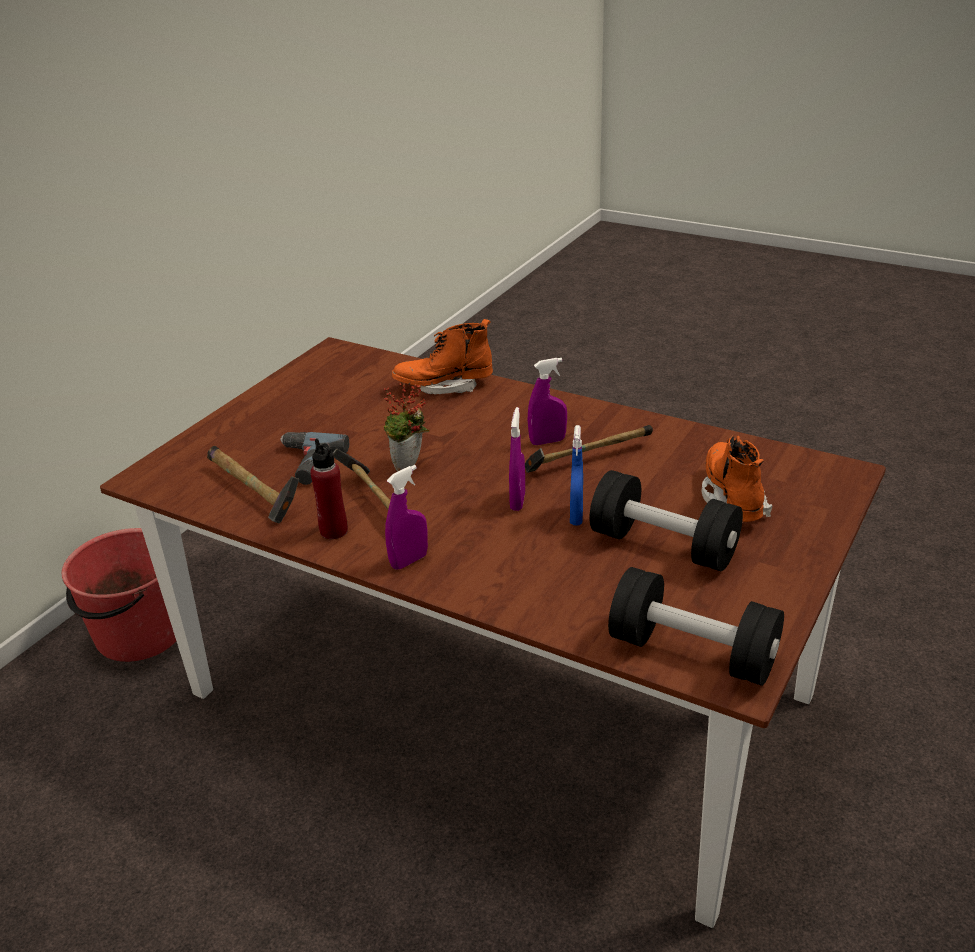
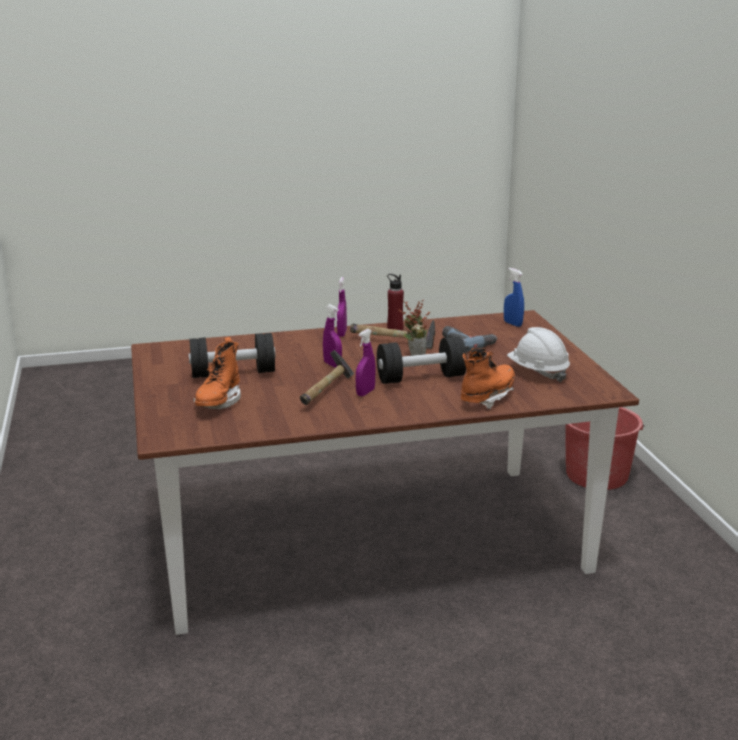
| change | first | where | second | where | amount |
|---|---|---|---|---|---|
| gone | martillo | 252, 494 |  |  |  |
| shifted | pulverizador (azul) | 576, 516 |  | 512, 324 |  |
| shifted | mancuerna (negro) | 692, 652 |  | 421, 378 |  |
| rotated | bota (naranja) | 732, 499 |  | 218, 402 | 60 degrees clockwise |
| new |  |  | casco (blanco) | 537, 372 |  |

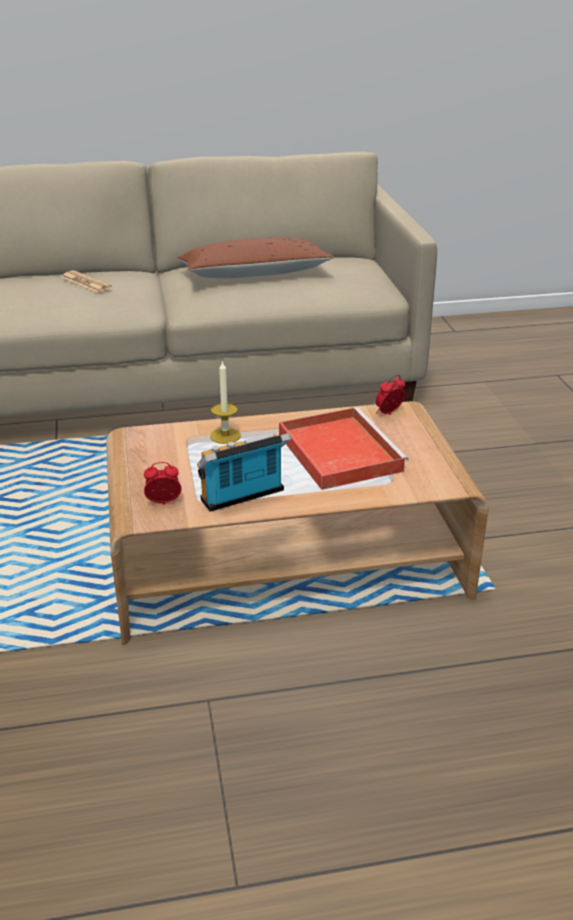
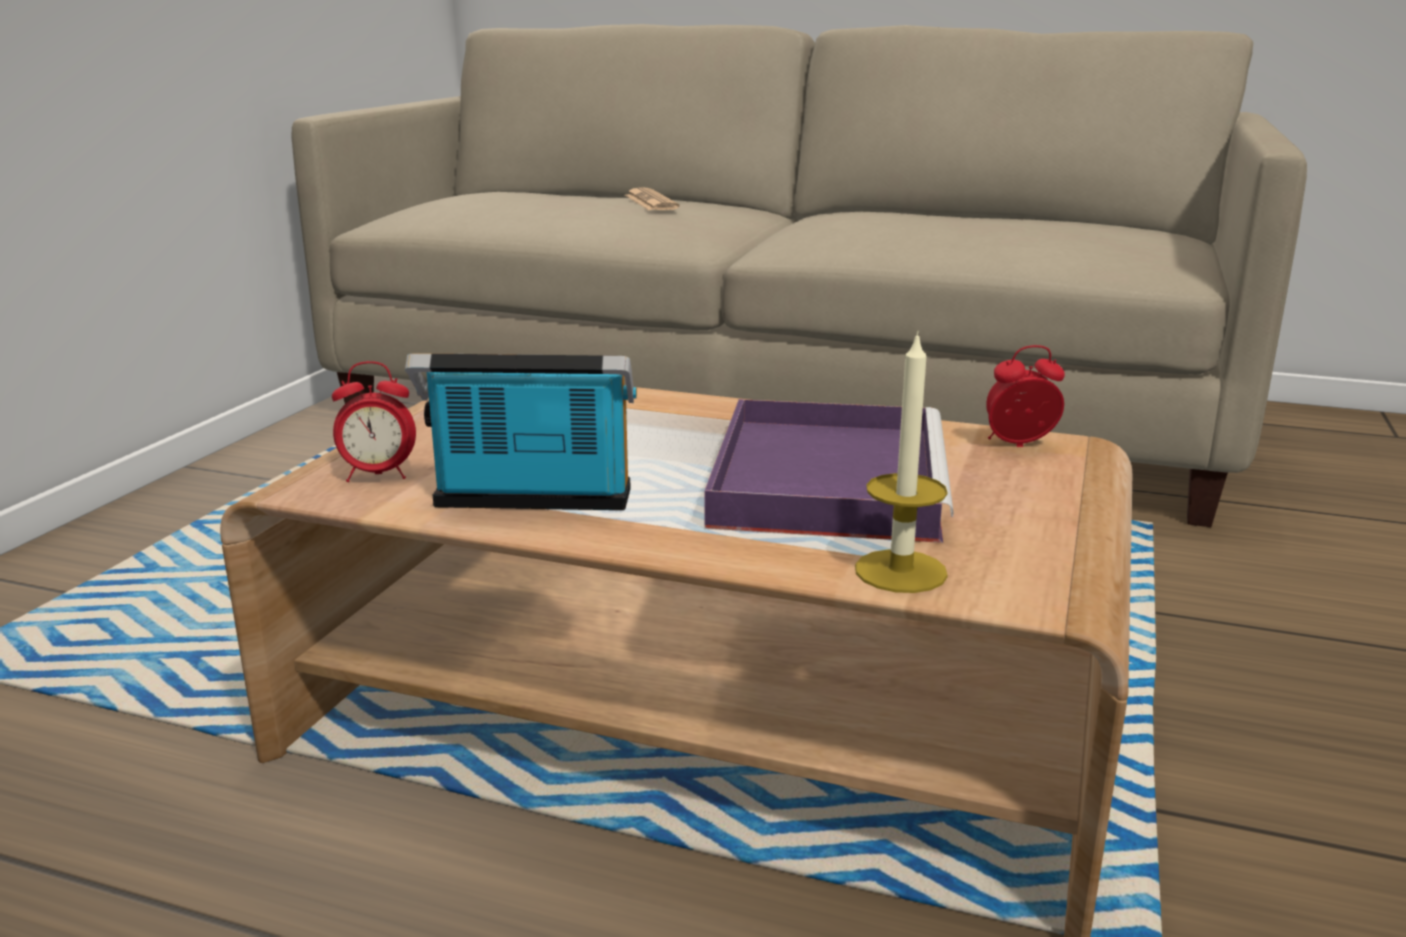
| change | first | where | second | where | amount |
|---|---|---|---|---|---|
| rotated | despertador | 163, 503 |  | 378, 475 | 150 degrees clockwise |
| gone | cojín (marrón) | 254, 274 |  |  |  |
| shifted | vela | 225, 436 |  | 900, 571 |  |
| repainted | bandeja (rojo) | 338, 451 | bandeja (morado) | 826, 477 |  |

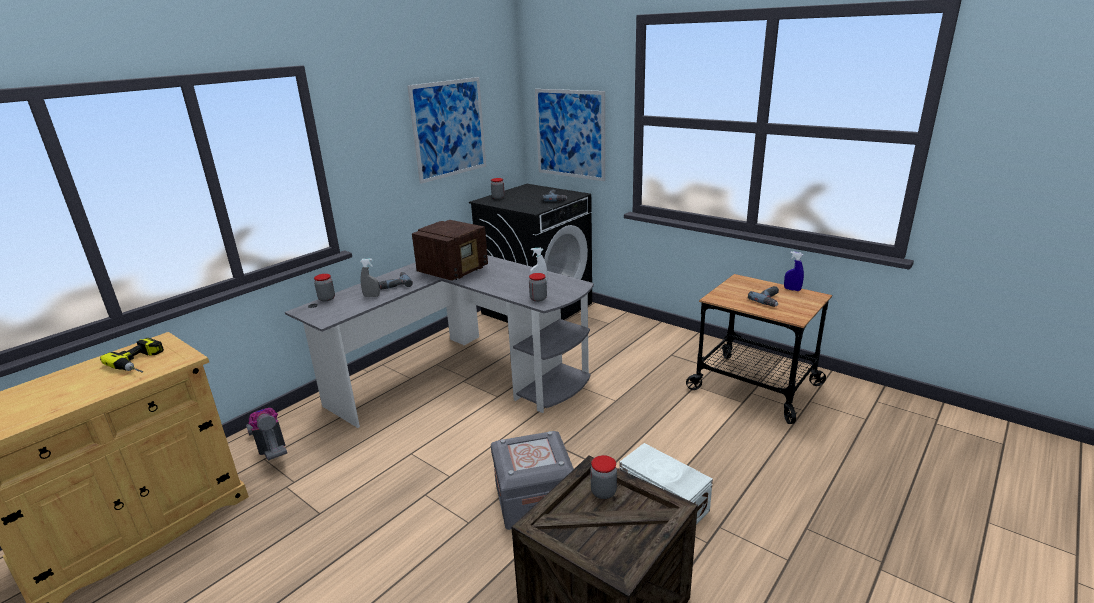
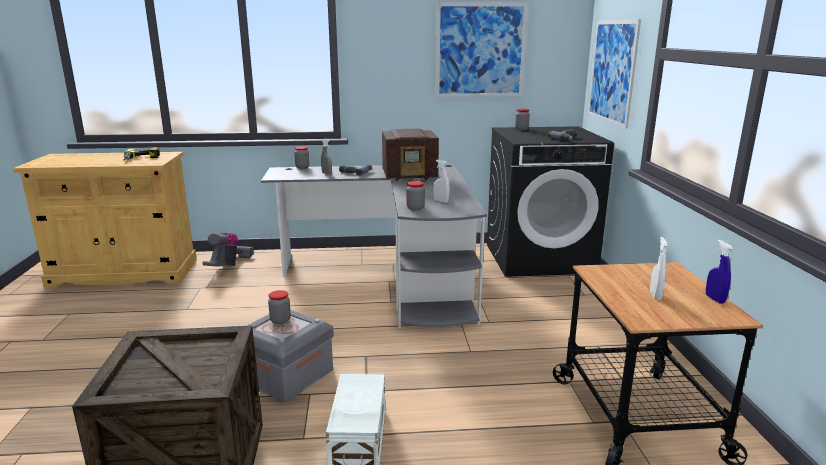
| change | first | where | second | where | amount |
|---|---|---|---|---|---|
| shifted | tarro | 603, 492 |  | 280, 320 |  |
| swapped | taladro | 770, 300 | pulverizador (blanco) | 655, 295 |  |

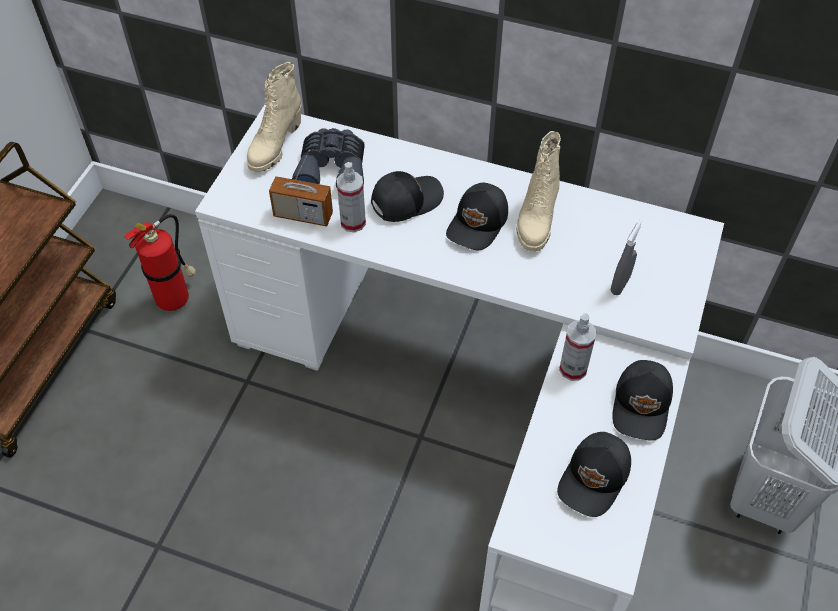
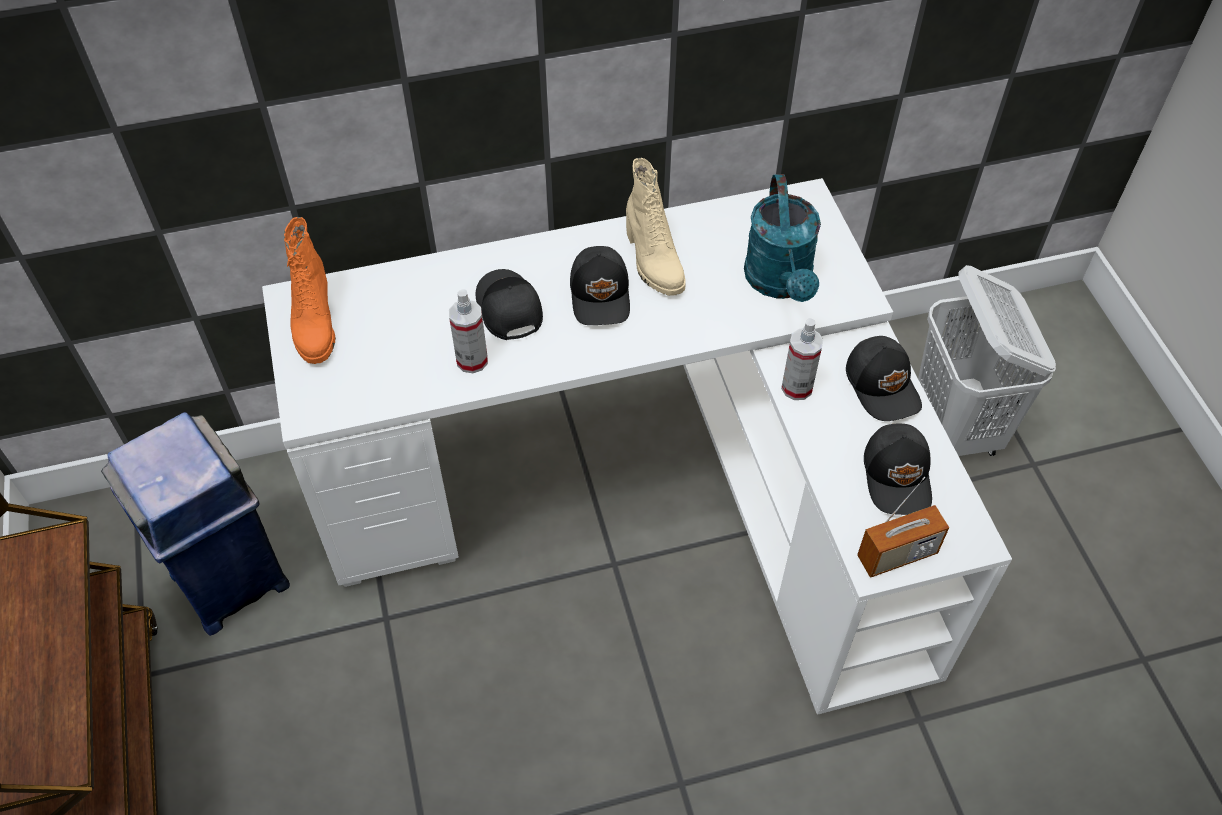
| change | first | where | second | where | amount |
|---|---|---|---|---|---|
| swapped | extintor | 176, 298 | papelera (azul) | 229, 577 |  |
| repainted | bota (beis) | 275, 145 | bota (naranja) | 314, 324 |  |
| shifted | radio | 303, 215 |  | 897, 555 |  |
| gone | prismáticos (gris) | 332, 168 |  |  |  |
| rotated | gorra (negro) | 405, 200 |  | 507, 309 | 45 degrees counterclockwise |
| swapped | pulverizador (gris) | 620, 284 | regadera (turquesa) | 780, 283 |  |

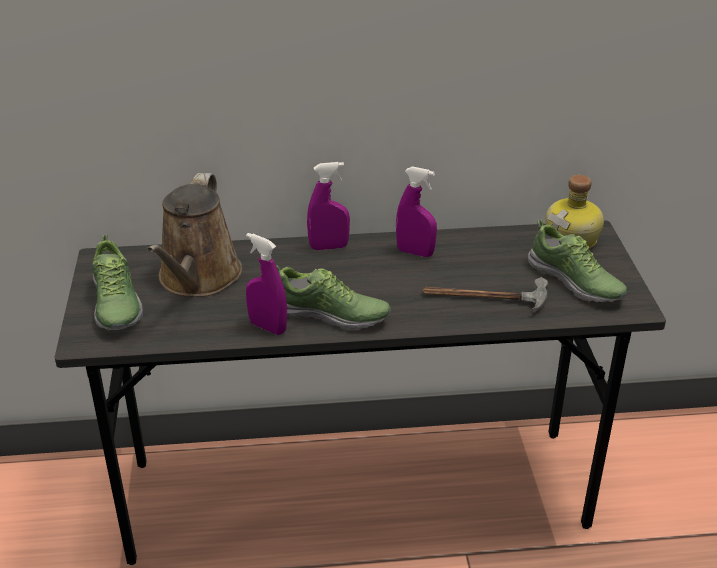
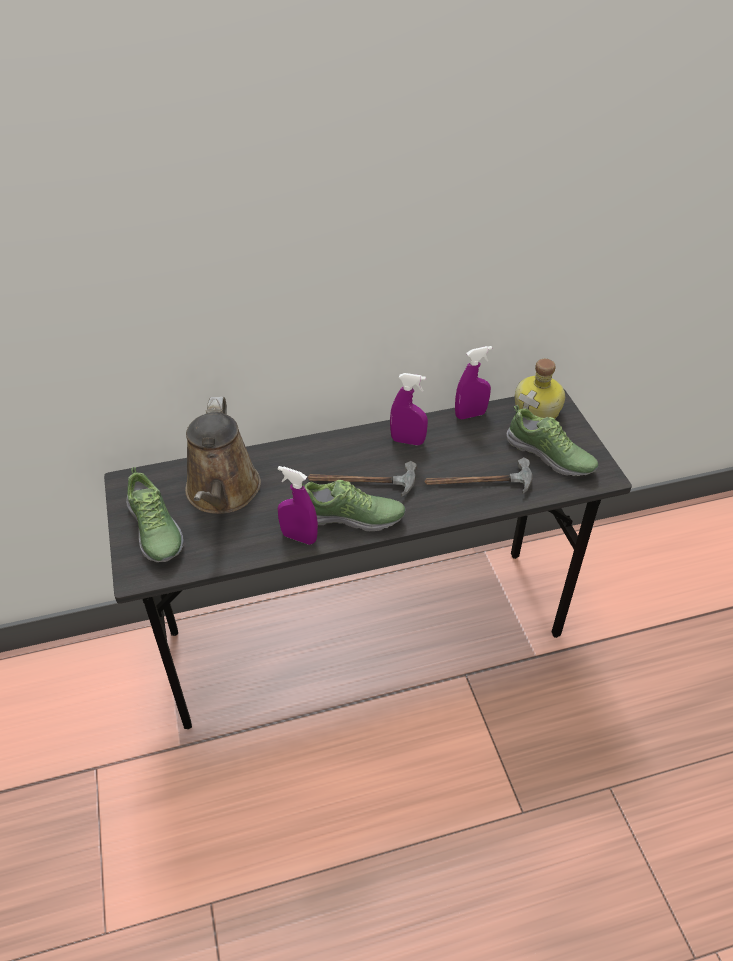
| change | first | where | second | where | amount |
|---|---|---|---|---|---|
| shifted | pulverizador (morado) | 329, 247 |  | 470, 415 |  |
| new |  |  | martillo | 361, 482 |  |

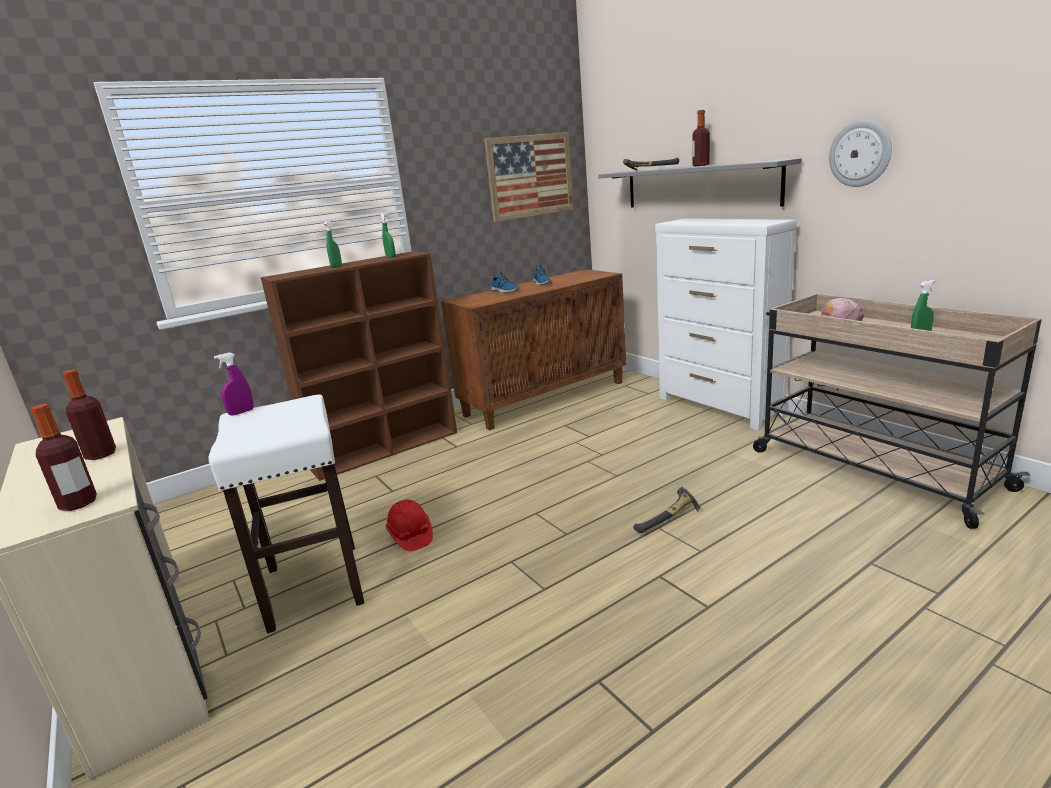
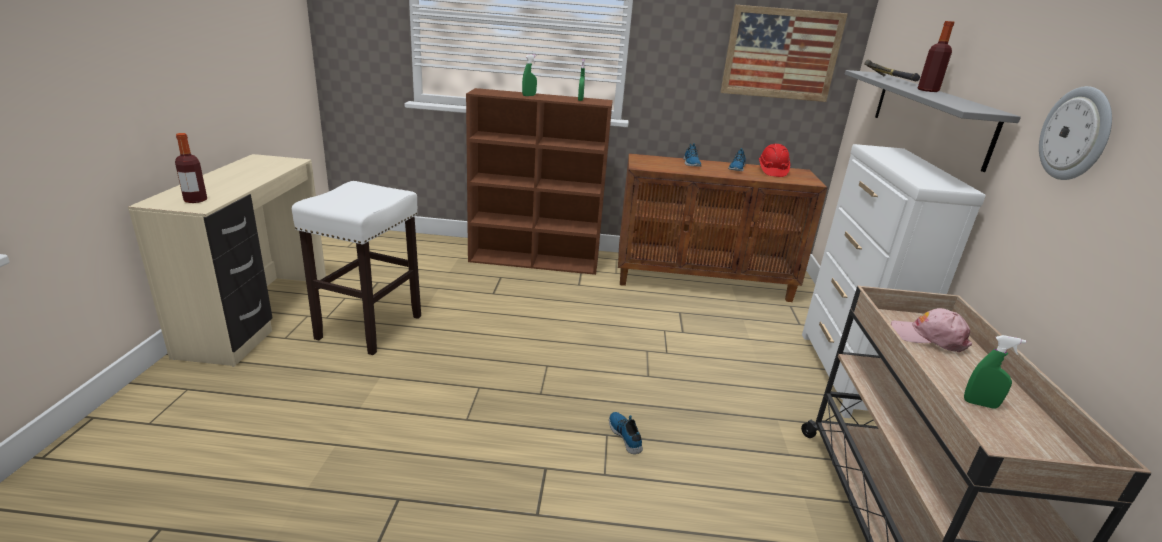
| change | first | where | second | where | amount |
|---|---|---|---|---|---|
| gone | botella | 101, 455 |  |  |  |
| gone | pulverizador (morado) | 241, 412 |  |  |  |
| shifted | casco (rojo) | 410, 536 |  | 772, 171 |  |
| swapped | martillo | 669, 519 | zapato | 626, 435 |  |

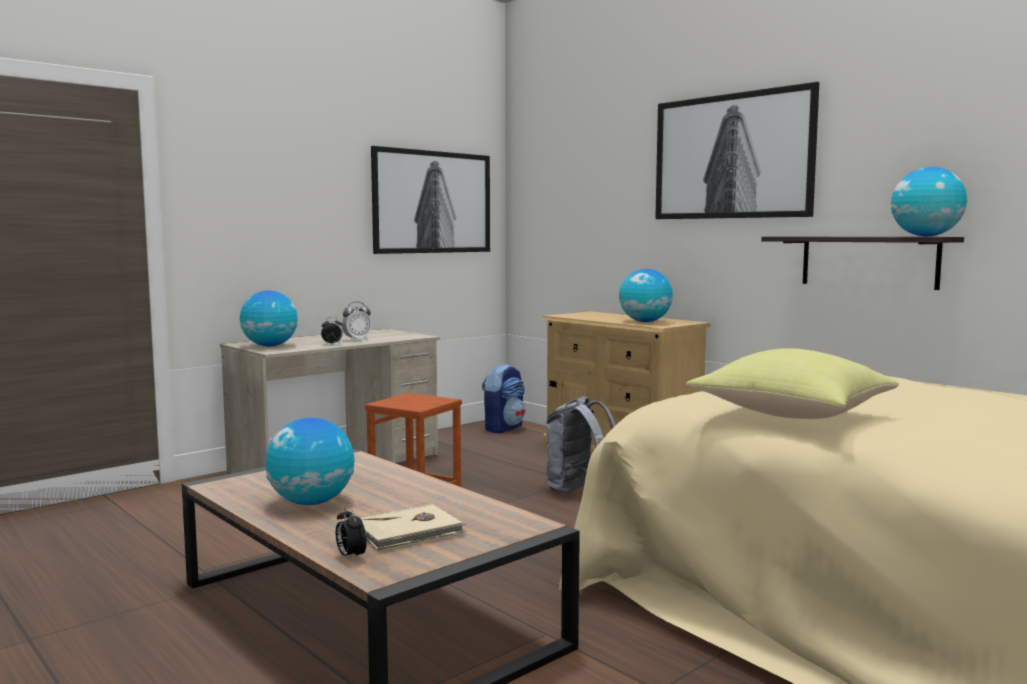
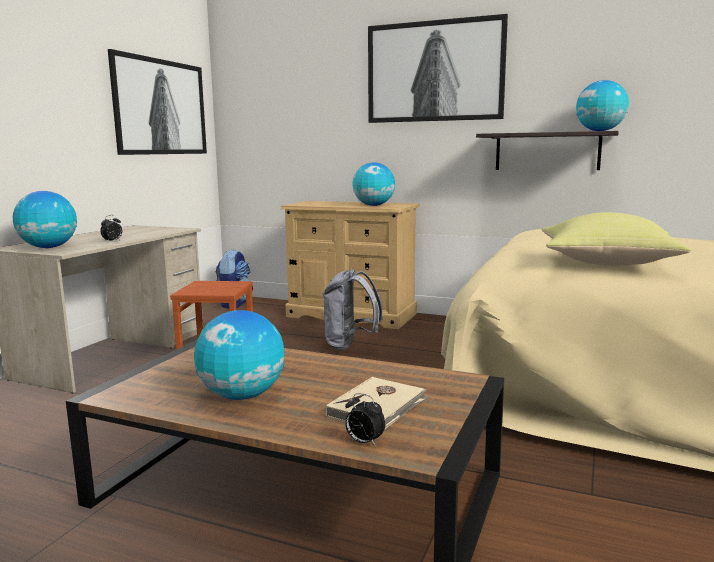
| change | first | where | second | where | amount |
|---|---|---|---|---|---|
| gone | despertador | 357, 339 |  |  |  |

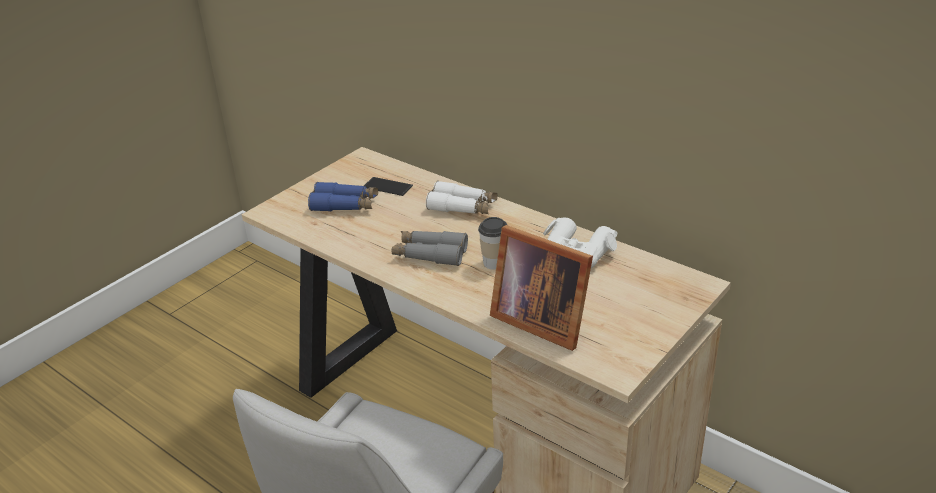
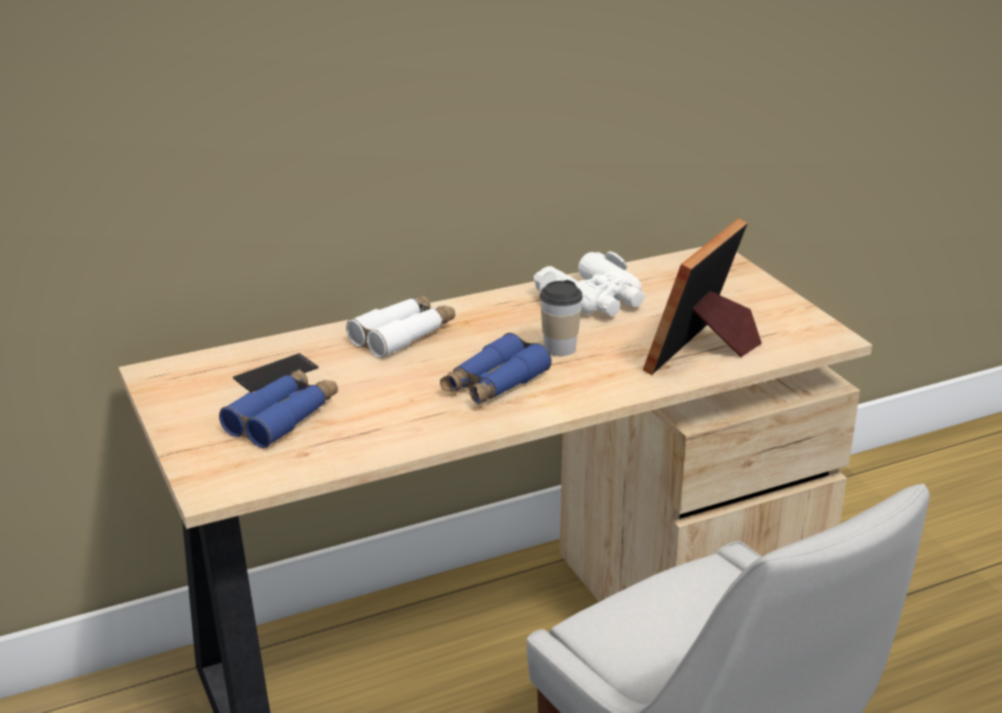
| change | first | where | second | where | amount |
|---|---|---|---|---|---|
| repainted | prismáticos (gris) | 430, 254 | prismáticos (azul) | 494, 384 |  |
| rotated | portarretratos | 539, 319 |  | 703, 352 | 150 degrees clockwise |

